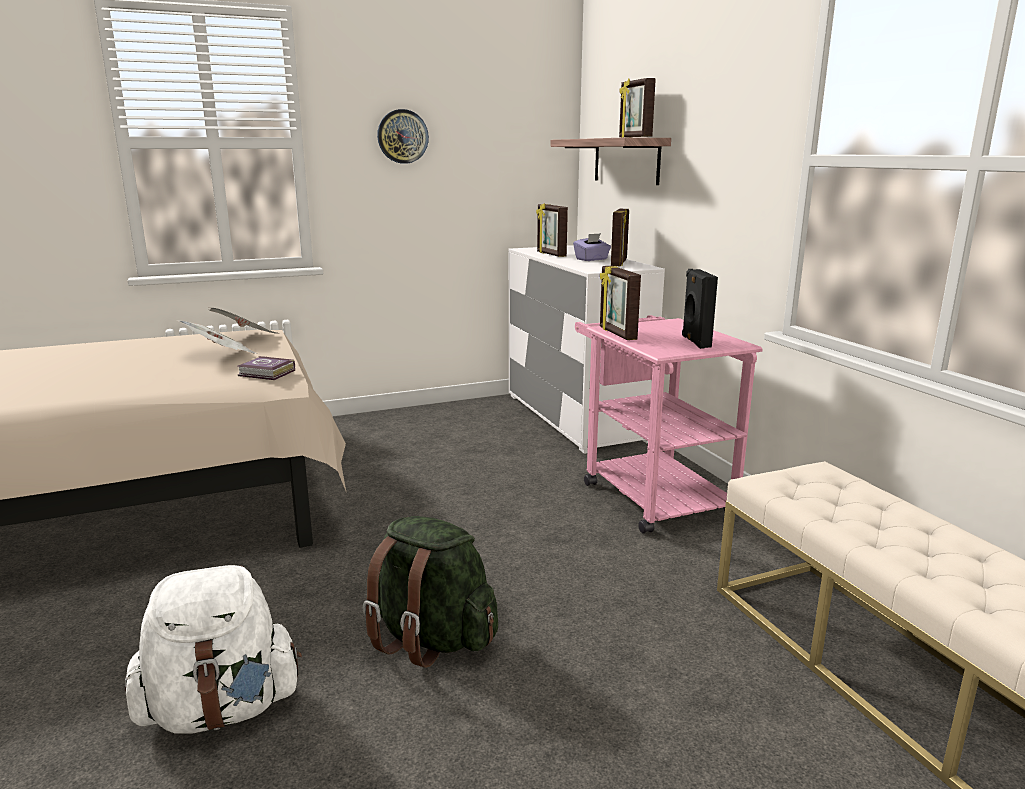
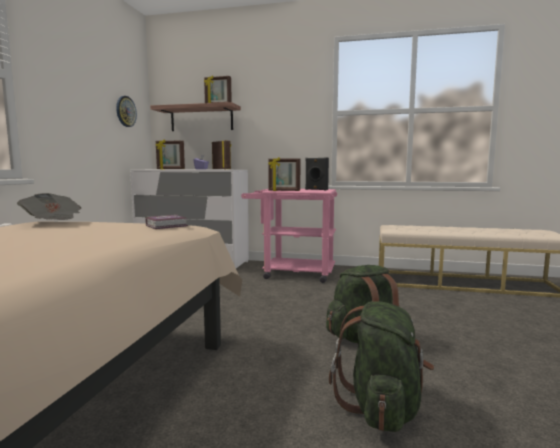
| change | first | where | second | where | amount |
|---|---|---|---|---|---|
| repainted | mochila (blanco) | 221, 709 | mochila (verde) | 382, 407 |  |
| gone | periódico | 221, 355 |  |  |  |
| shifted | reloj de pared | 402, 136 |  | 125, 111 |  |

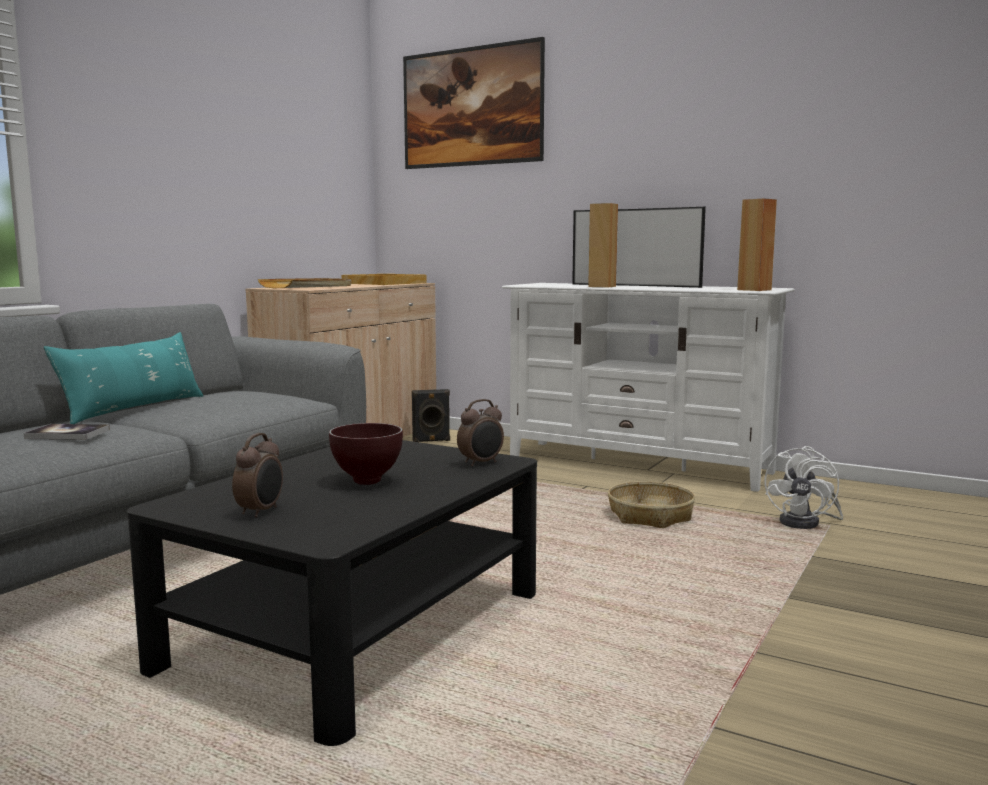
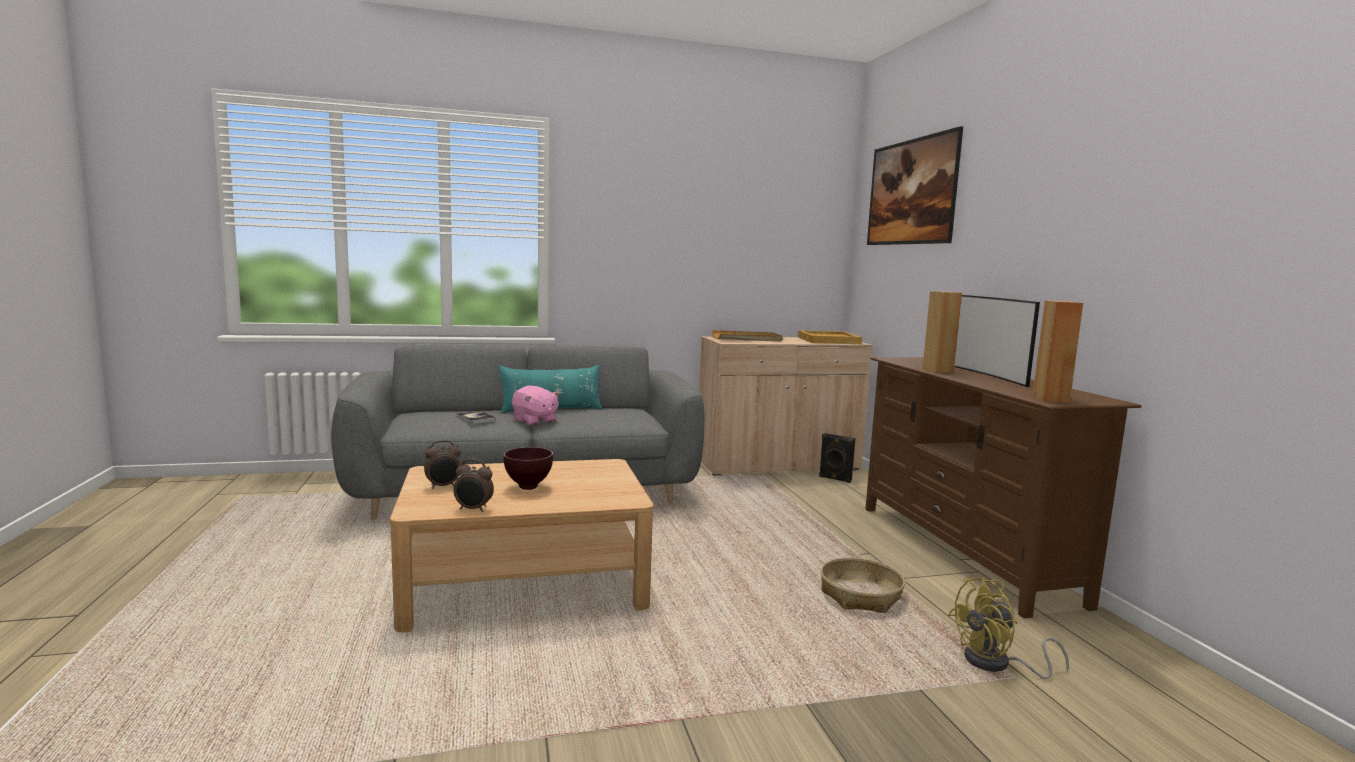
| change | first | where | second | where | amount |
|---|---|---|---|---|---|
| repainted | mesa de centro (negro) | 357, 628 | mesa de centro (beis) | 524, 582 |  |
| shifted | despertador | 481, 463 |  | 473, 509 |  |
| repainted | mueble de televisión (blanco) | 638, 464 | mueble de televisión (marrón) | 964, 552 |  |
| repainted | ventilador (blanco) | 806, 523 | ventilador (amarillo) | 996, 664 |  |
| new |  |  | peluche (rosa) | 534, 421 |  |

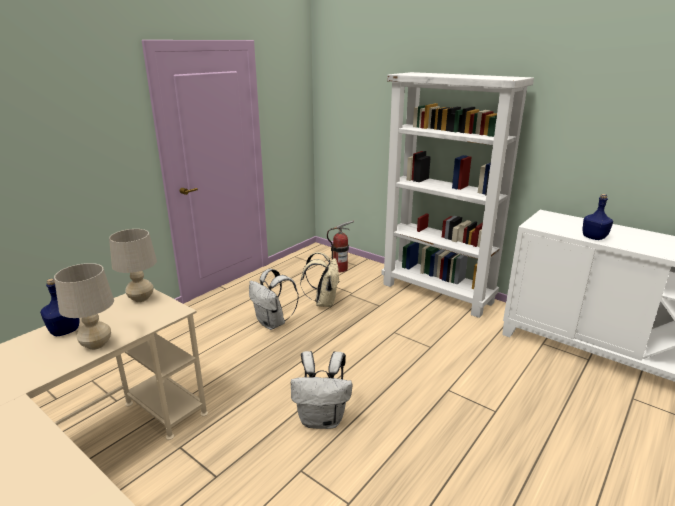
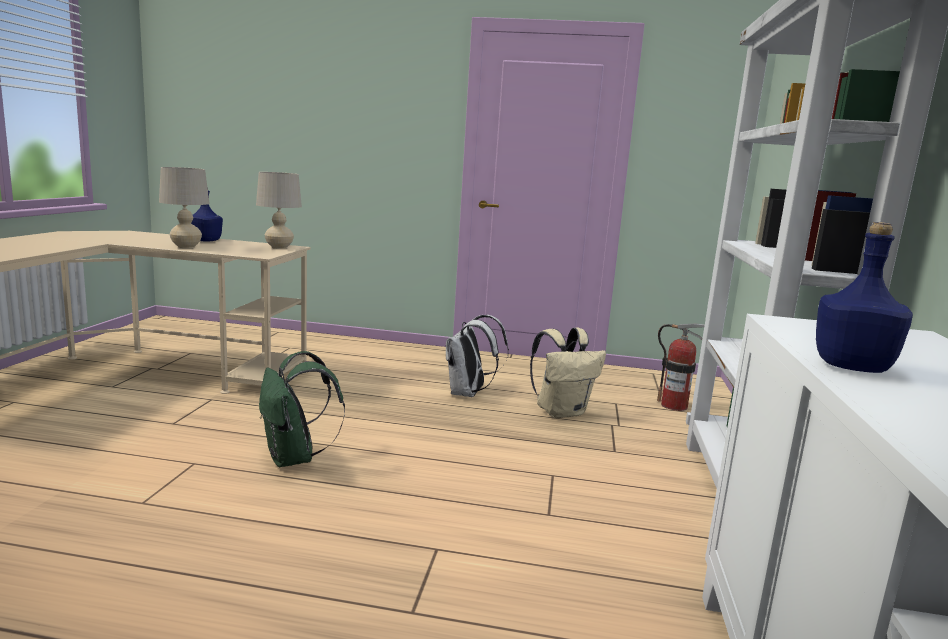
| change | first | where | second | where | amount |
|---|---|---|---|---|---|
| repainted | mochila (blanco) | 322, 419 | mochila (verde) | 294, 458 |  |

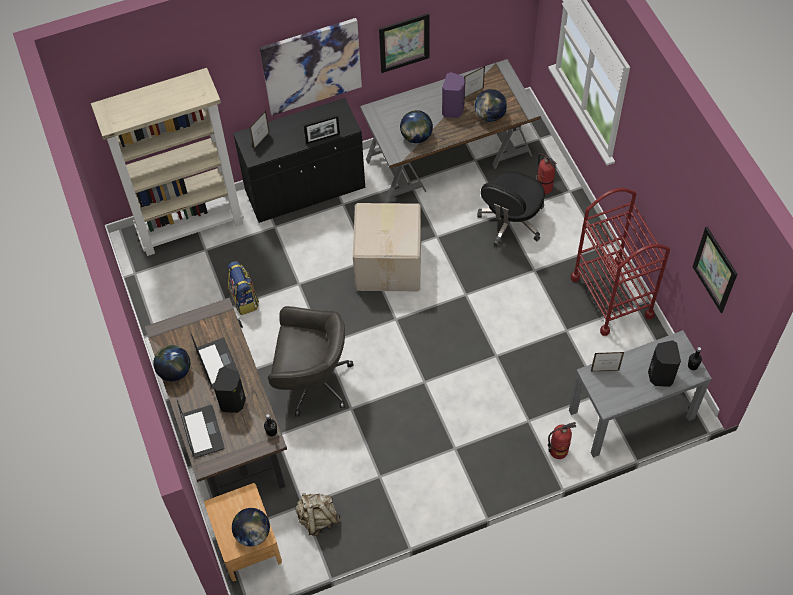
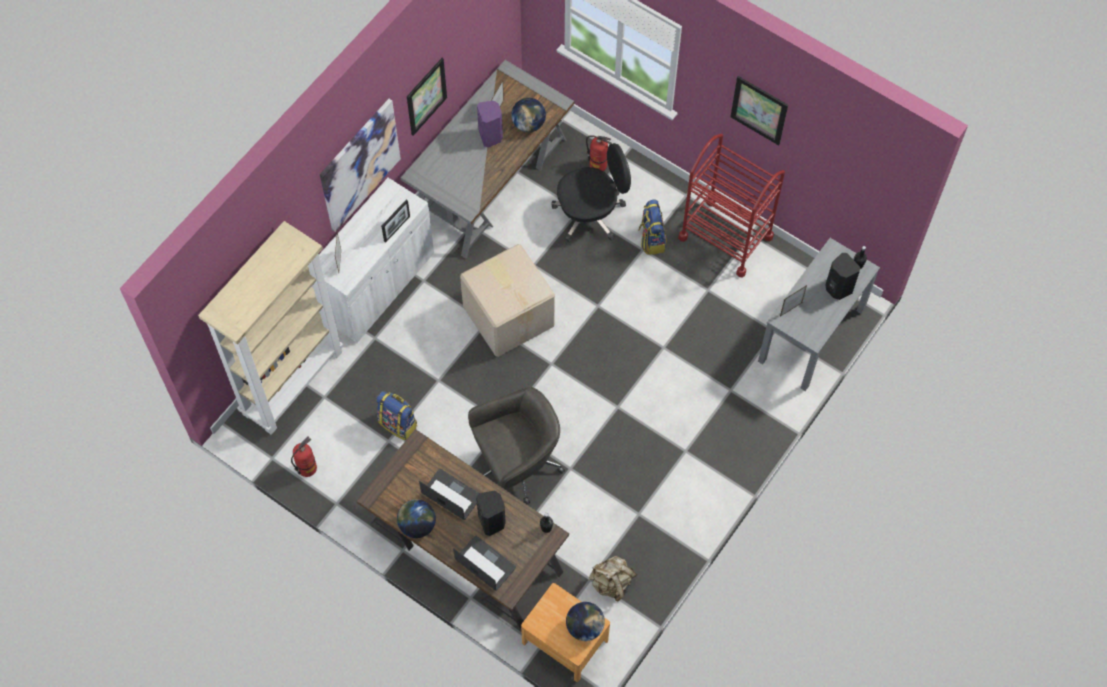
| change | first | where | second | where | amount |
|---|---|---|---|---|---|
| repainted | armario (negro) | 305, 190 | armario (blanco) | 377, 286 |  |
| gone | globo terráqueo | 416, 137 |  |  |  |
| rotated | silla de oficina (negro) | 511, 221 |  | 590, 214 | 105 degrees counterclockwise |
| shifted | extintor | 558, 450 |  | 307, 468 |  |
| shifted | cuadro | 715, 270 |  | 759, 110 |  |
| new |  |  | mochila | 651, 239 |  |

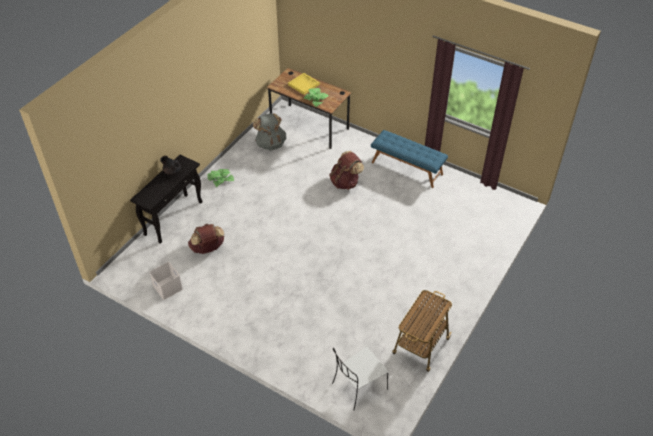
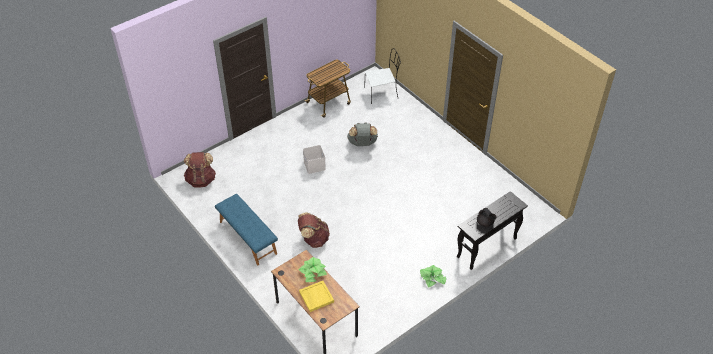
| change | first | where | second | where | amount |
|---|---|---|---|---|---|
| shifted | caja de almacenaje (blanco) | 167, 287 |  | 315, 166 |  |
| shifted | mochila (marrón) | 208, 248 |  | 201, 180 |  |
| shifted | mochila (gris) | 270, 144 |  | 362, 143 |  |

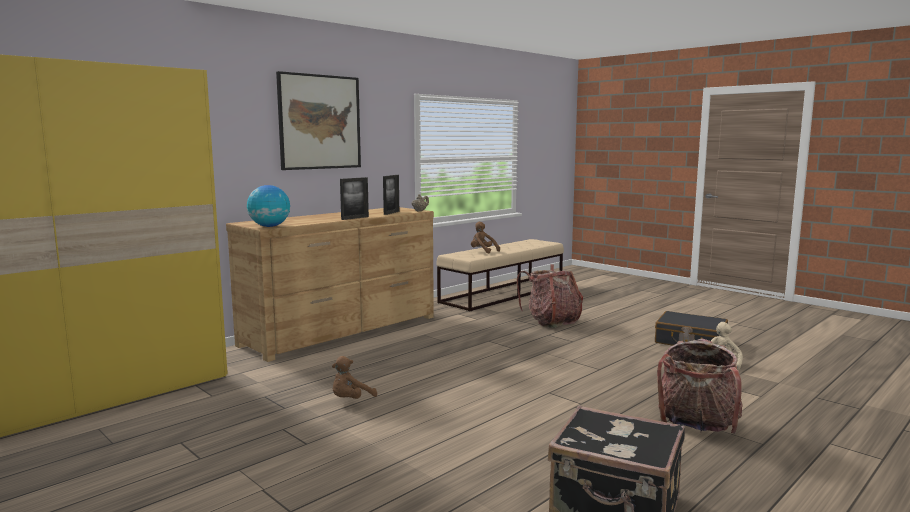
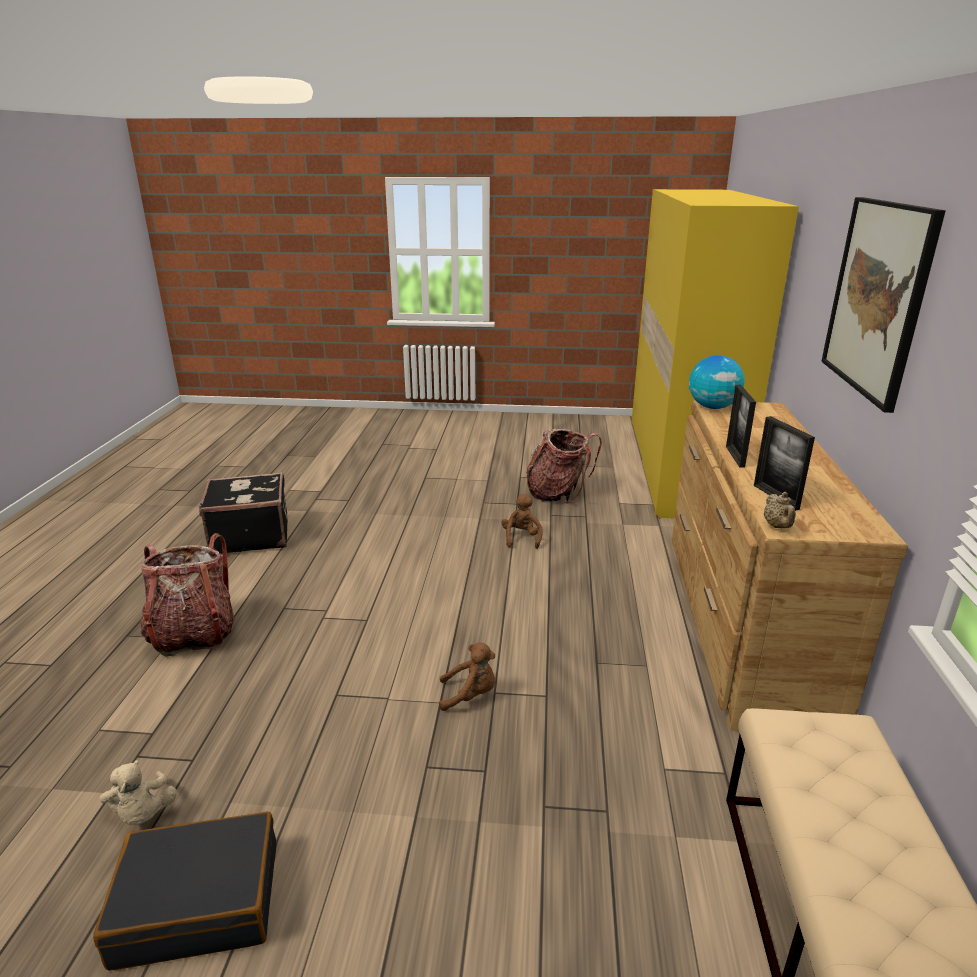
| change | first | where | second | where | amount |
|---|---|---|---|---|---|
| shifted | peluche (marrón) | 483, 251 |  | 470, 695 |  |
| shifted | mochila | 551, 321 |  | 558, 493 |  |

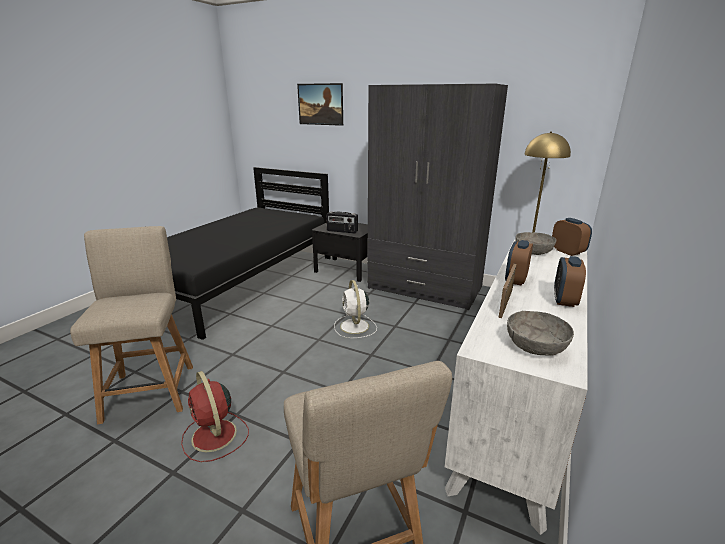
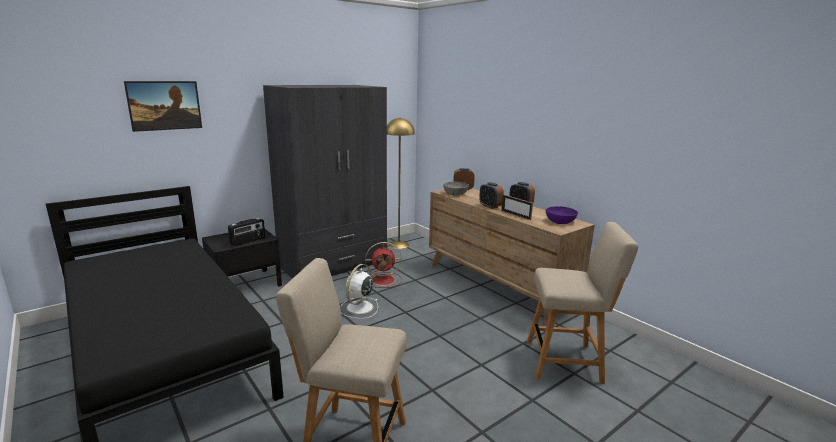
| change | first | where | second | where | amount |
|---|---|---|---|---|---|
| shifted | ventilador (rojo) | 215, 436 |  | 384, 280 |  |
| rotated | ventilador (blanco) | 355, 327 |  | 359, 308 | 105 degrees clockwise |
| repainted | cómoda (blanco) | 516, 410 | cómoda (marrón) | 497, 286 |  |
| repainted | cuenco (gris) | 535, 346 | cuenco (morado) | 560, 221 |  |

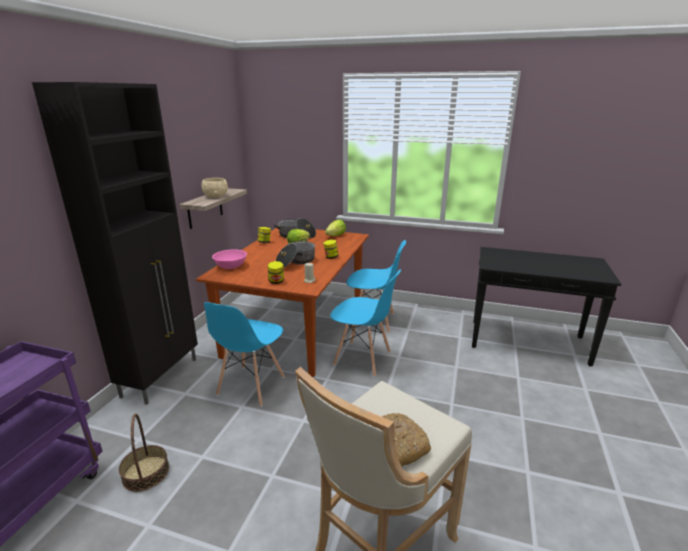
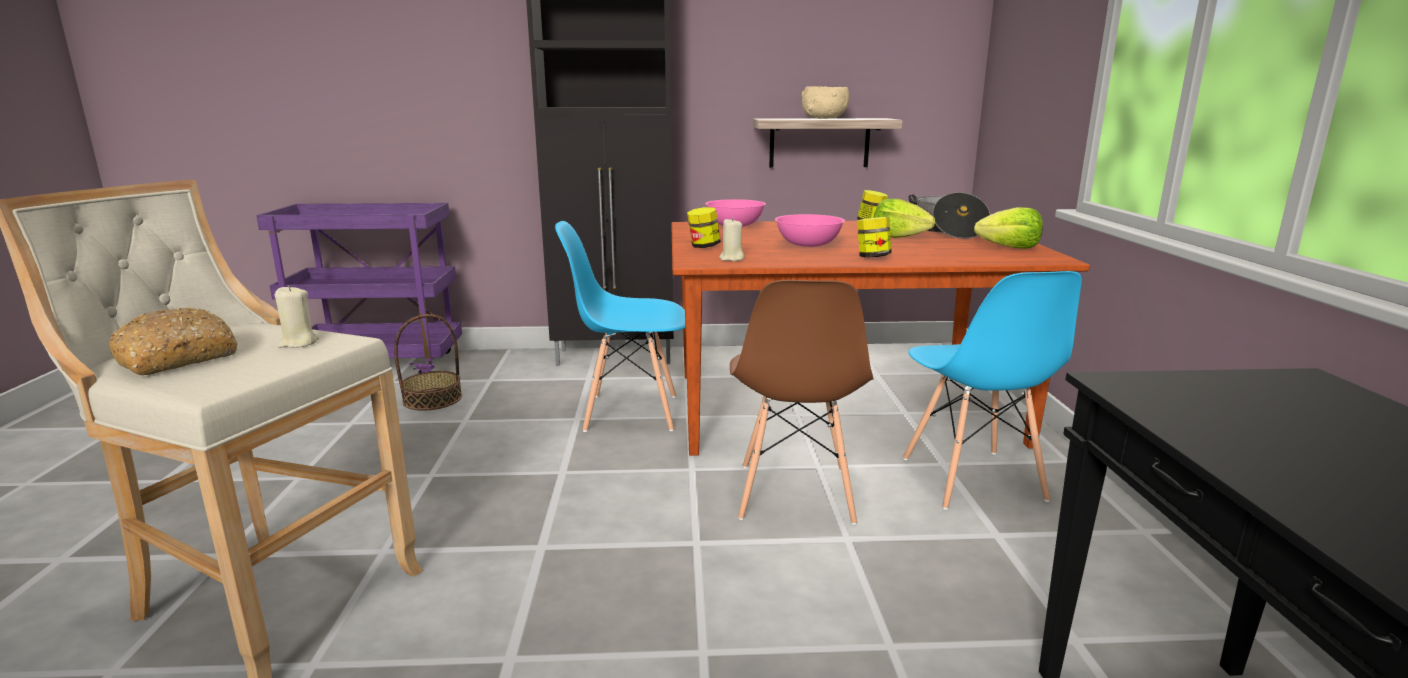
| change | first | where | second | where | amount |
|---|---|---|---|---|---|
| swapped | olla | 296, 262 | cuenco (rosa) | 808, 244 |  |
| repainted | silla (azul) | 363, 359 | silla (marrón) | 794, 494 |  |
| new |  |  | vela (beis) | 298, 343 |  |

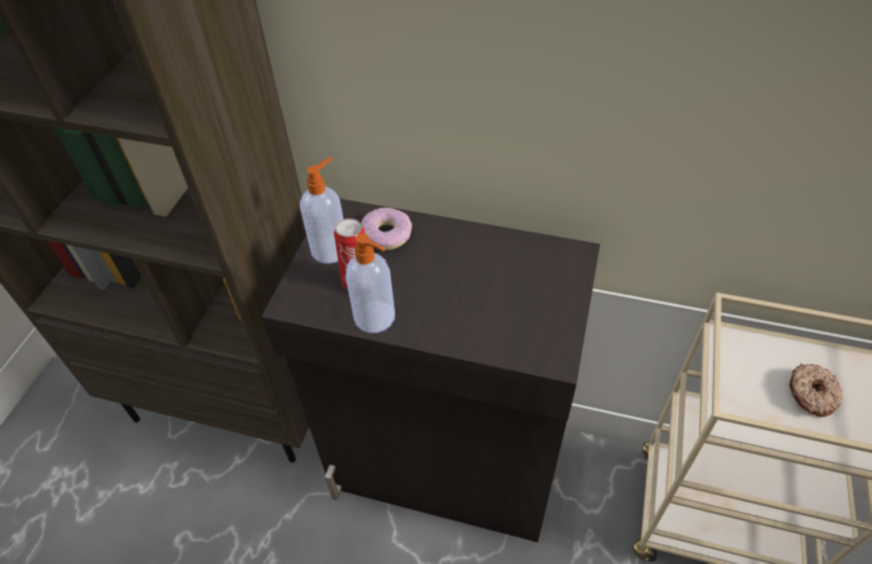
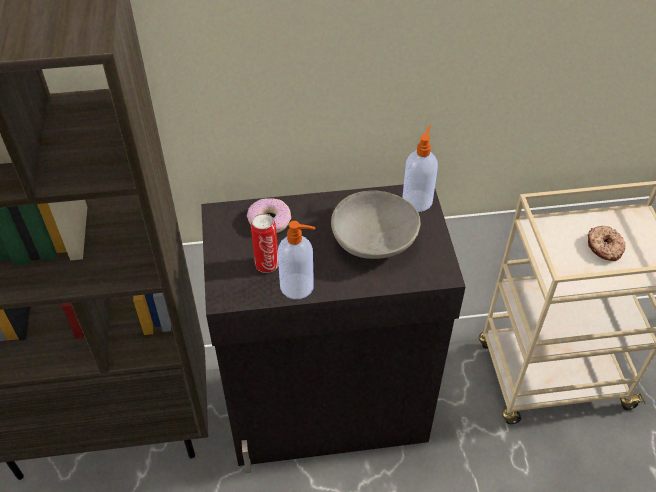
| change | first | where | second | where | amount |
|---|---|---|---|---|---|
| shifted | dispensador de jabón | 331, 249 |  | 417, 200 |  |
| new |  |  | cuenco (gris) | 373, 241 |  |

